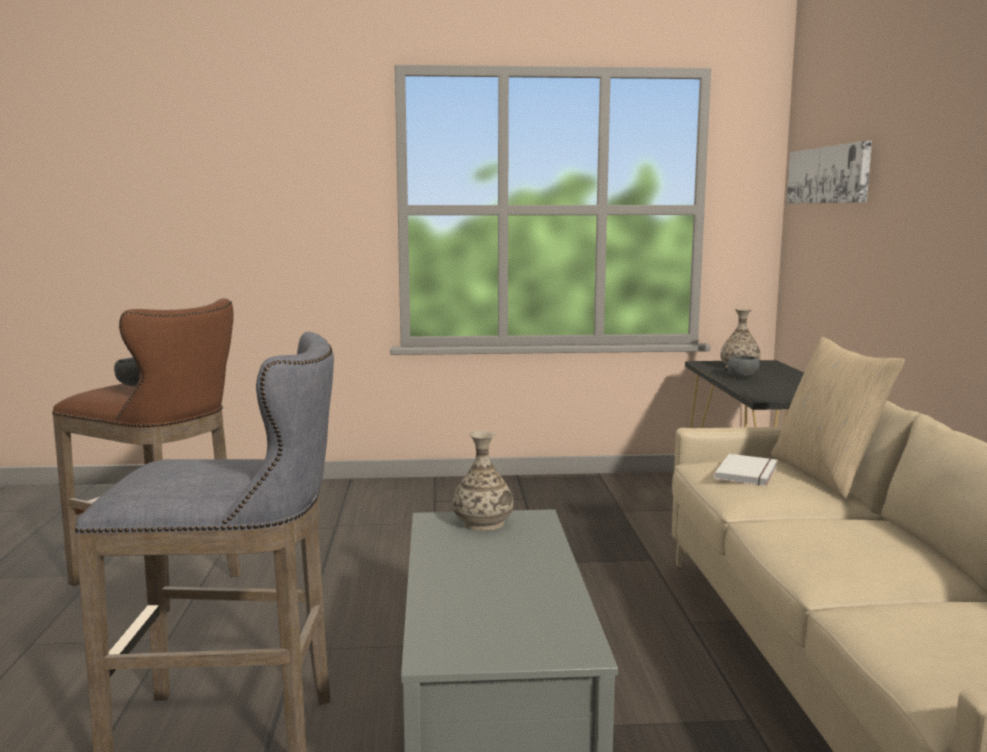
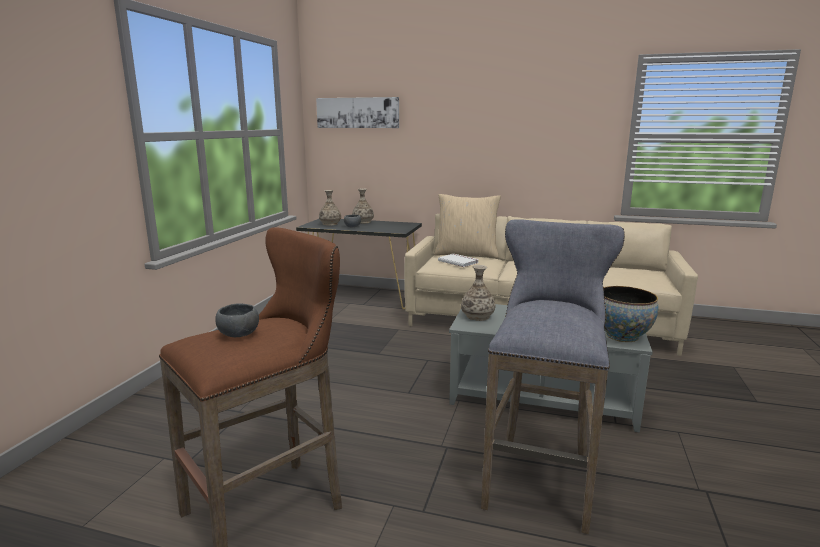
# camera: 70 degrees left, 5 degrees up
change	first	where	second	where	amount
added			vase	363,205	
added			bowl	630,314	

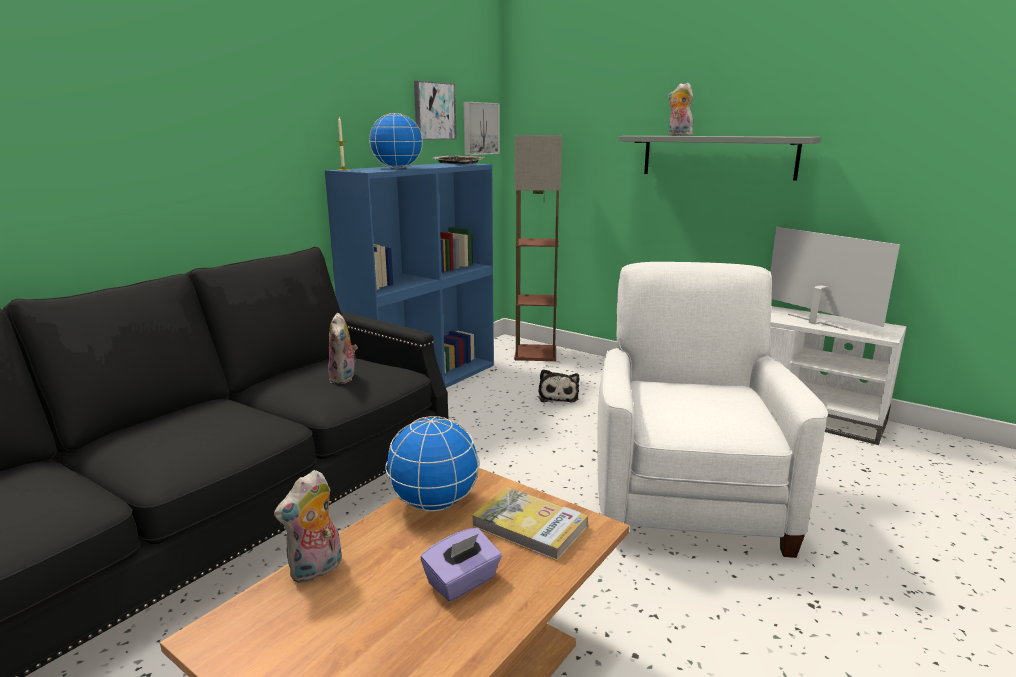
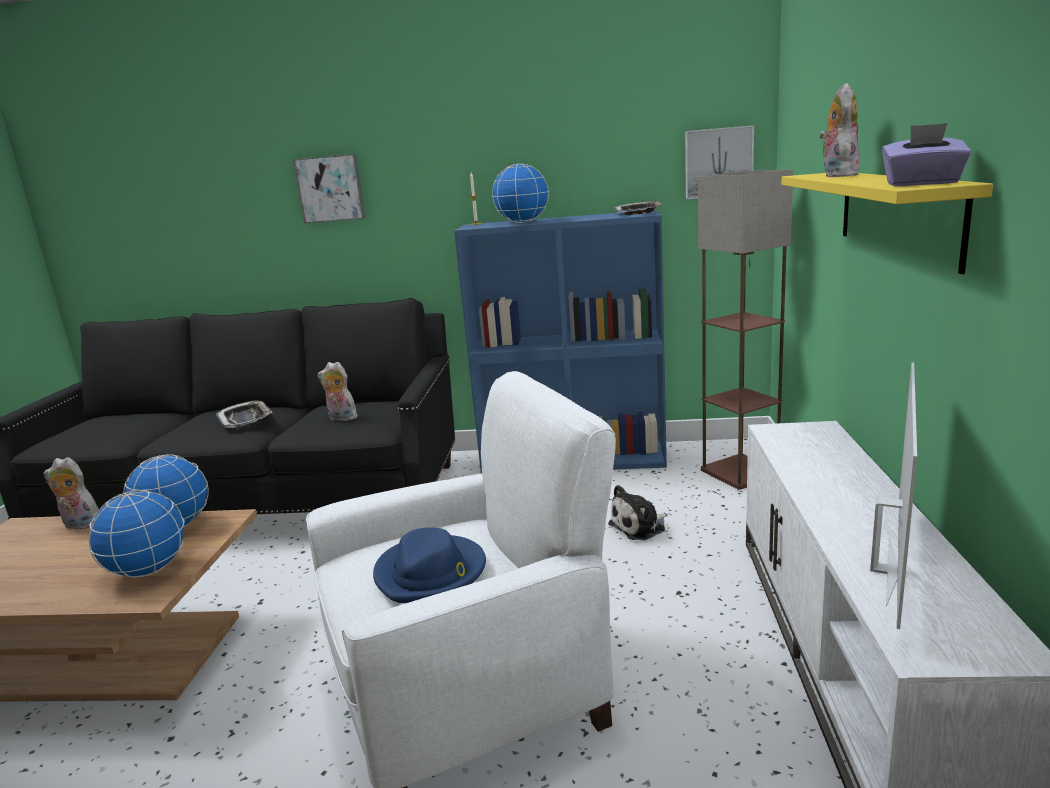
# camera: 60 degrees right, 0 degrees up
change	first	where	second	where	amount
moved	picture	435,110		329,188	
recoloured	grey shelf	719,158	yellow shelf	887,223	
turned	plush toy	343,348		338,391	60 degrees clockwise
replaced	book	530,524	globe	137,534	
moved	purple tissue box	461,565		926,154	
added			tray	244,414	
added			blue hat	429,565	

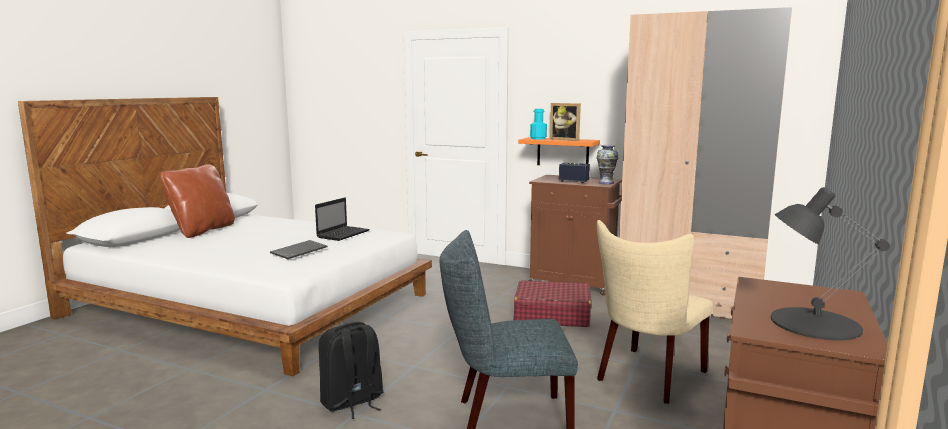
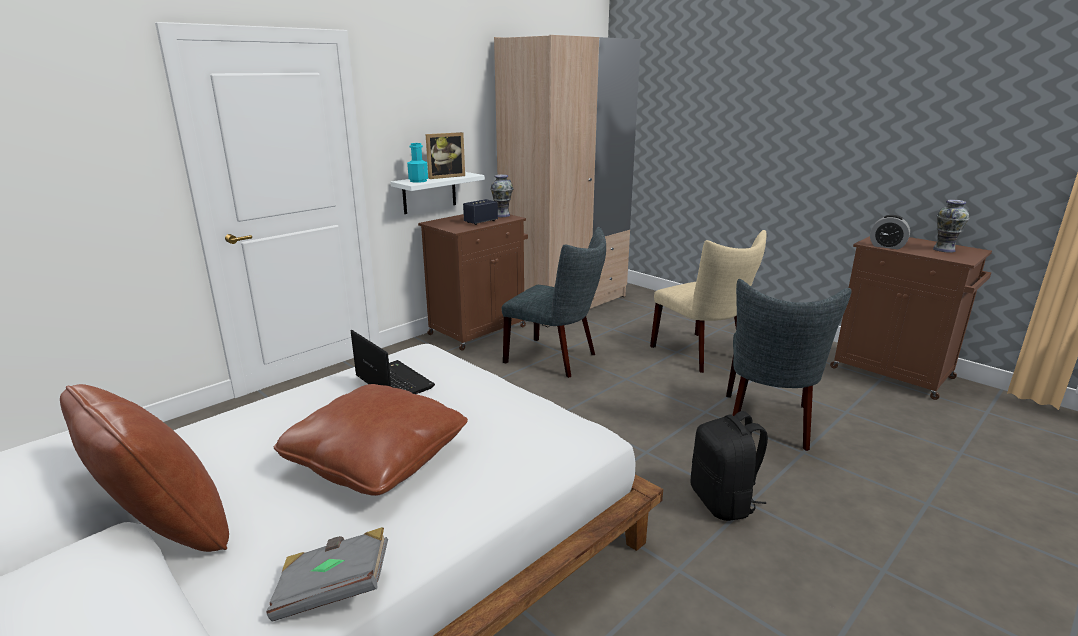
# camera: 70 degrees left, 10 degrees up
change	first	where	second	where	amount
recoloured	orange shelf	559,151	white shelf	437,193	
replaced	black table lamp	830,263	vase	951,226	
removed	keyboard	298,249			
replaced	red suitcase	553,303	grey chair	554,302	
added			alarm clock	890,232	
added			brown pillow	371,440	
added			grey book	327,574	

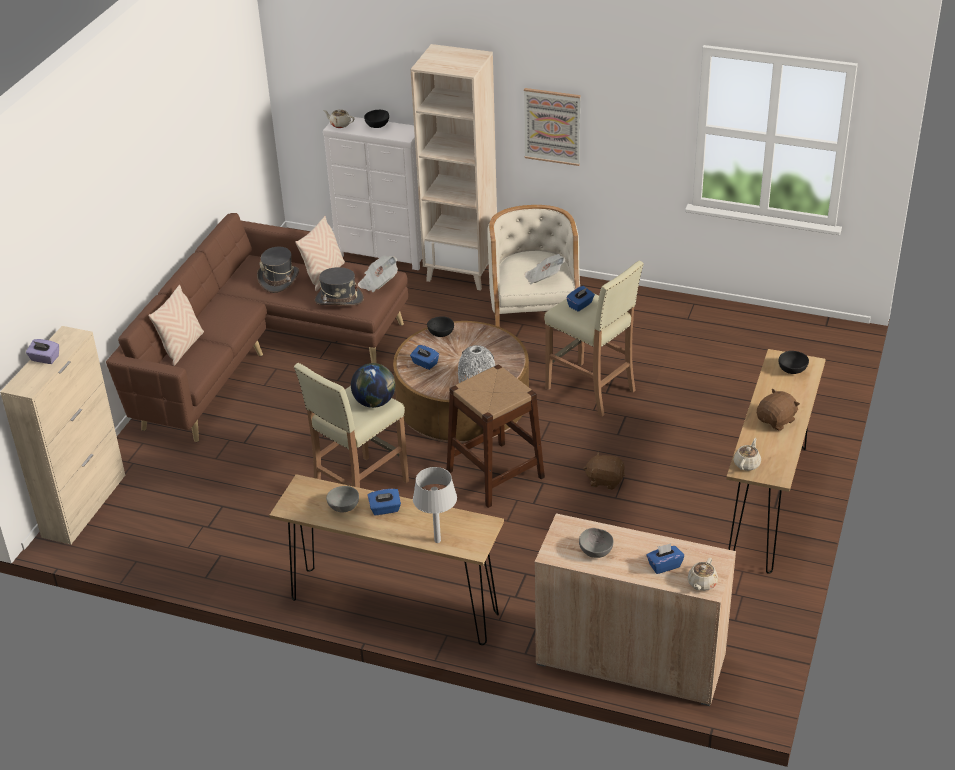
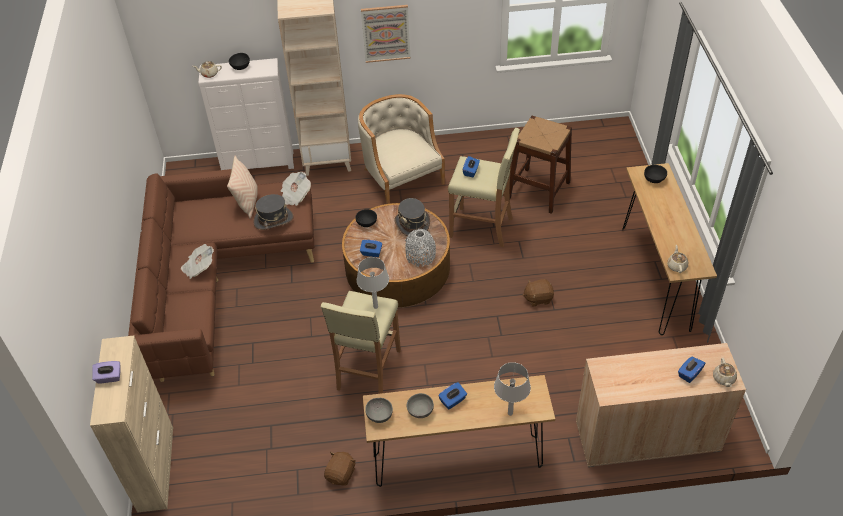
# camera: 25 degrees left, 10 degrees up
change	first	where	second	where	amount
moved	grey hat	278,270		412,217	
moved	newspaper	544,269		197,261	
removed	beige pillow	176,325			
replaced	globe	373,385	grey table lamp	373,283	
moved	brown stool	496,436		541,165	
moved	brown plush toy	778,409		340,469	
moved	grey bowl	596,543		379,410	

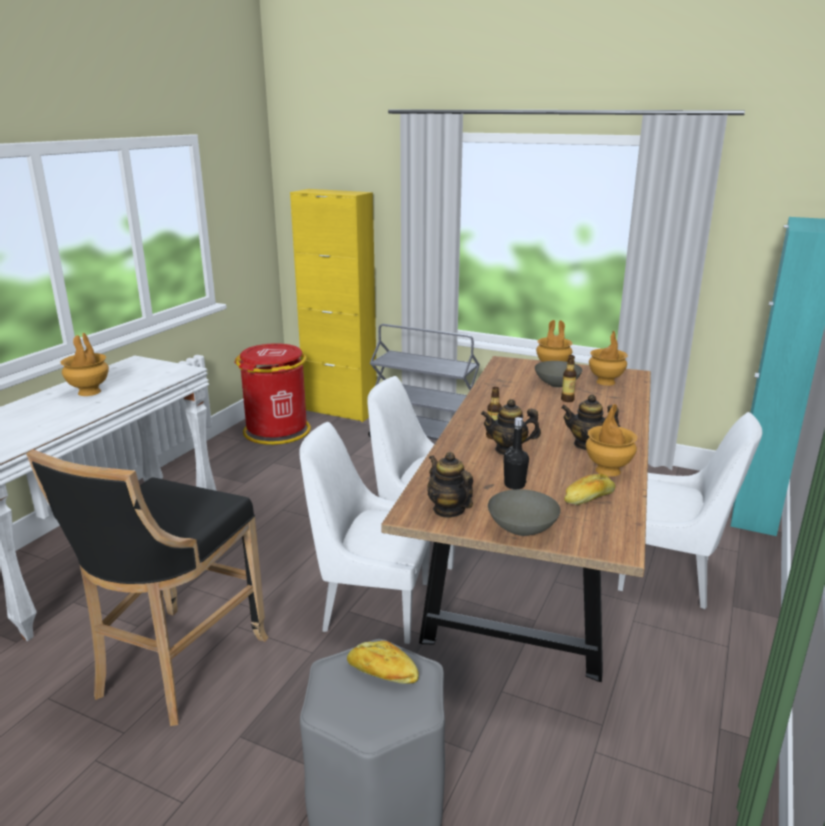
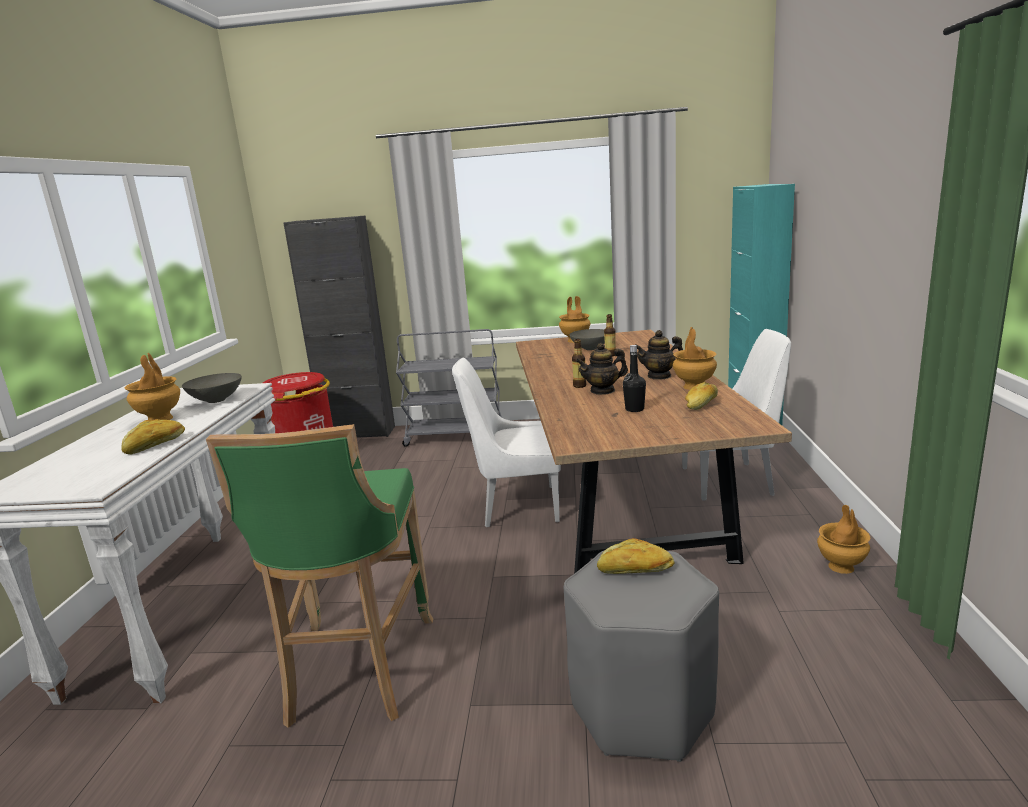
# camera: 20 degrees left, 5 degrees down
change	first	where	second	where	amount
recoloured	yellow cabinet	333,305	black cabinet	339,327	
moved	brown vase	608,358		843,539	
removed	white chair	364,533			
recoloured	black stool	147,587	green stool	319,576	
removed	teapot	450,485			
moved	grey bowl	524,512		212,388	
added			bread	153,436	

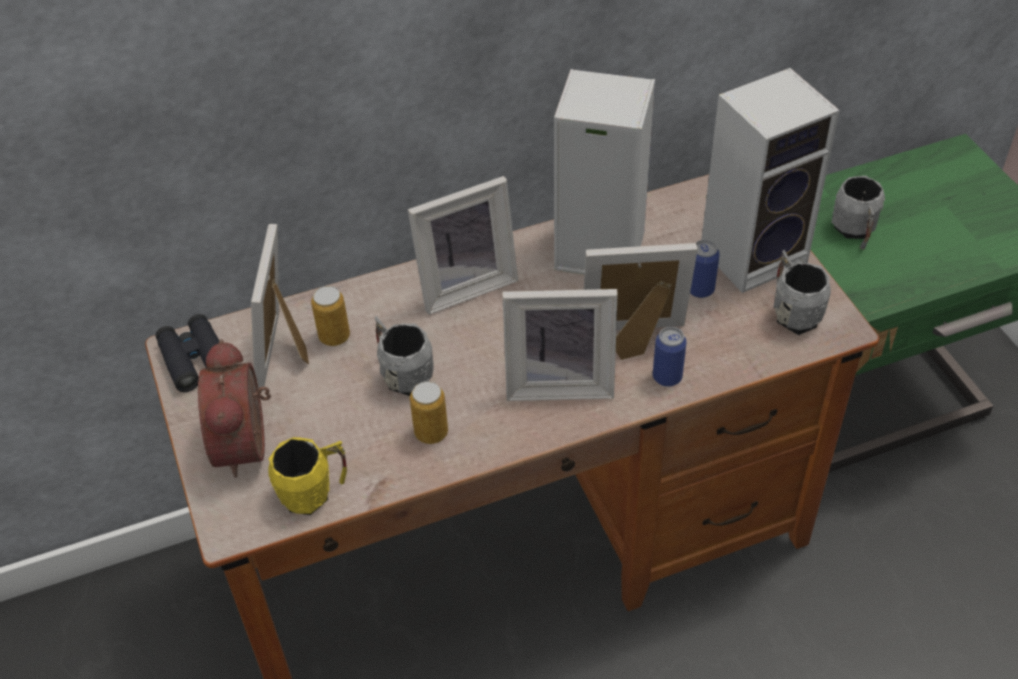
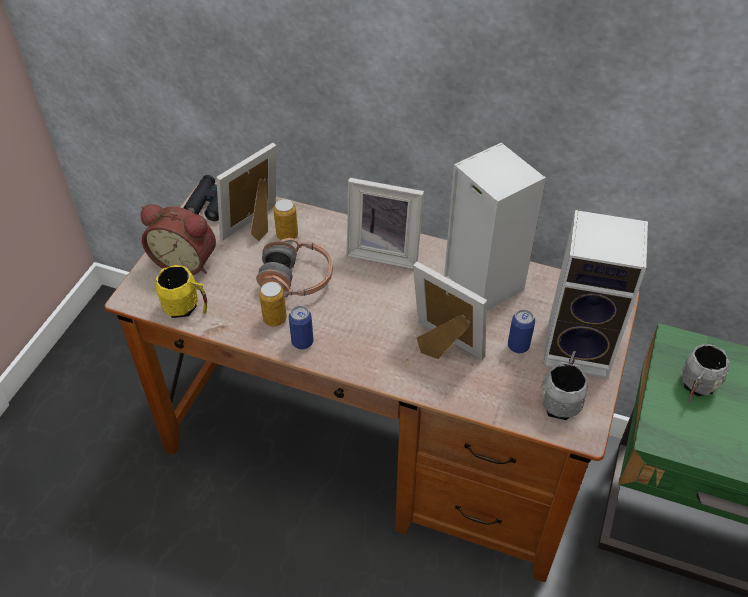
# camera: 40 degrees right, 0 degrees up
change	first	where	second	where	amount
removed	picture frame	560,345			
replaced	grey mug	404,356	headphones	294,268	
moved	can	670,357		301,327	
turned	alarm clock	234,408		178,239	105 degrees counterclockwise

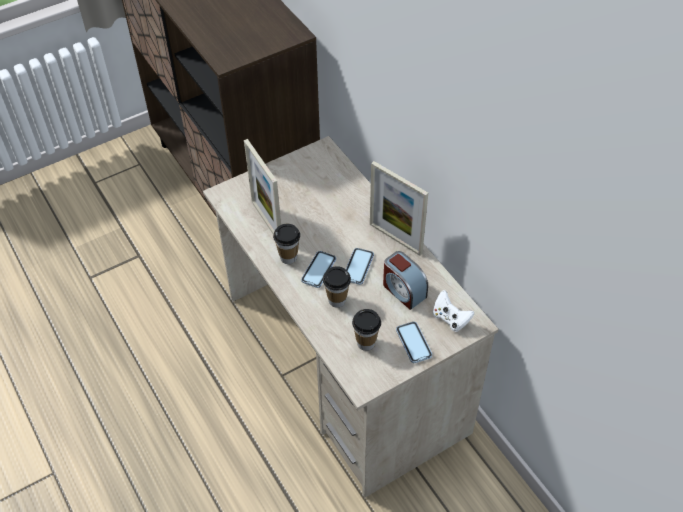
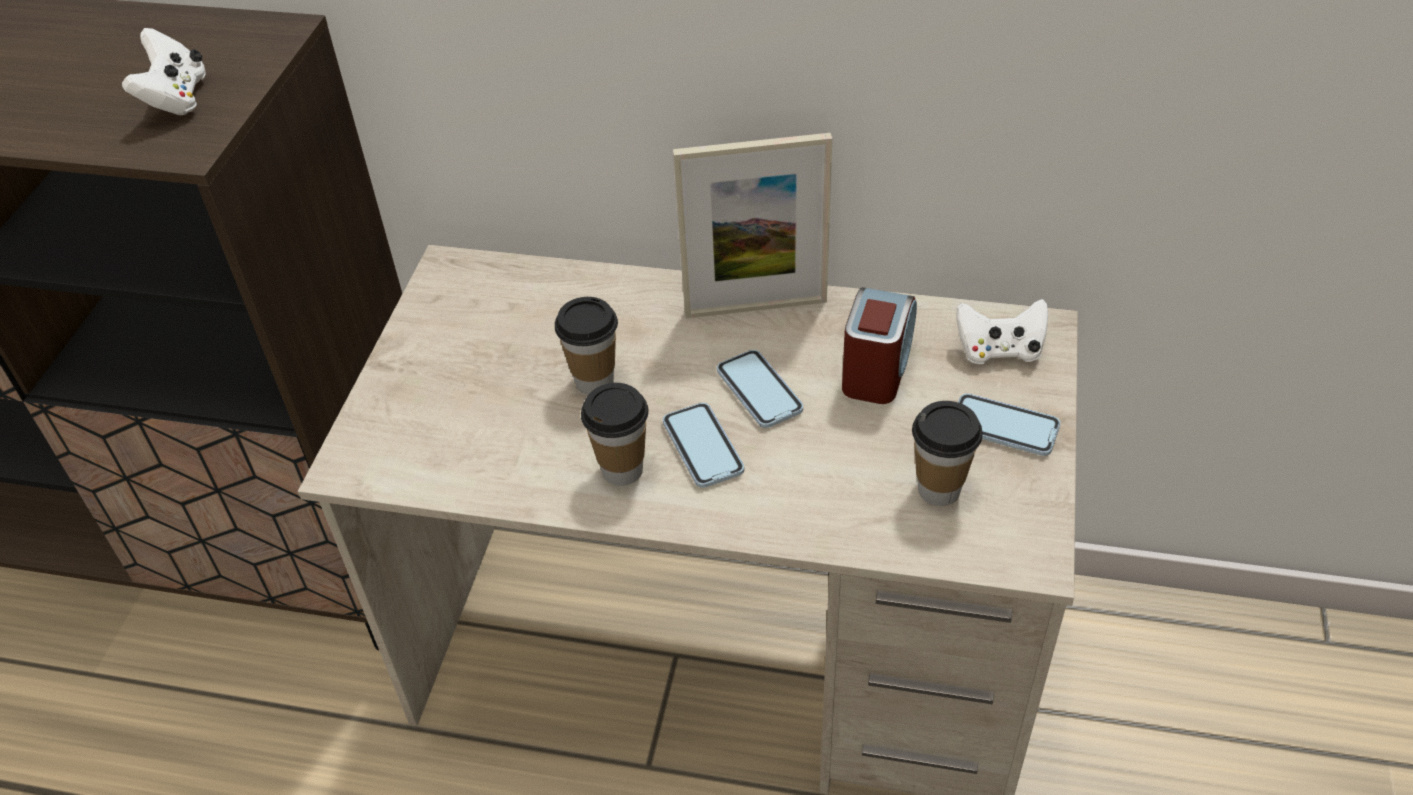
# camera: 45 degrees left, 5 degrees down
change	first	where	second	where	amount
removed	picture frame	262,186			
turned	alarm clock	405,280		879,345	75 degrees counterclockwise
moved	cup	337,287		586,346	
added			white game controller	164,71	

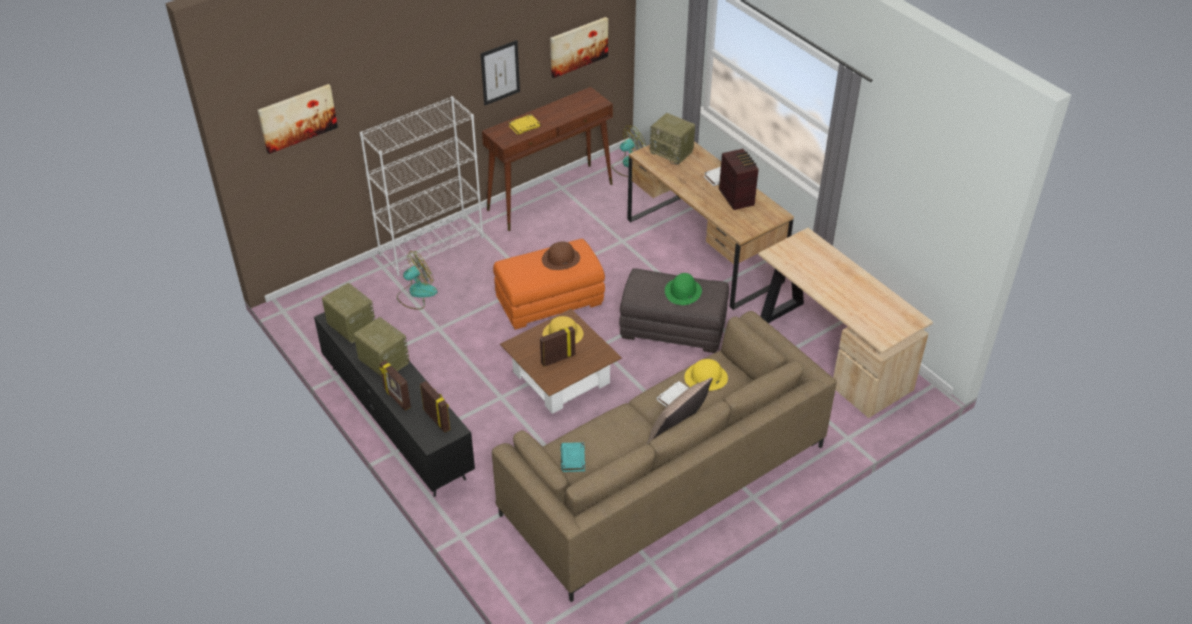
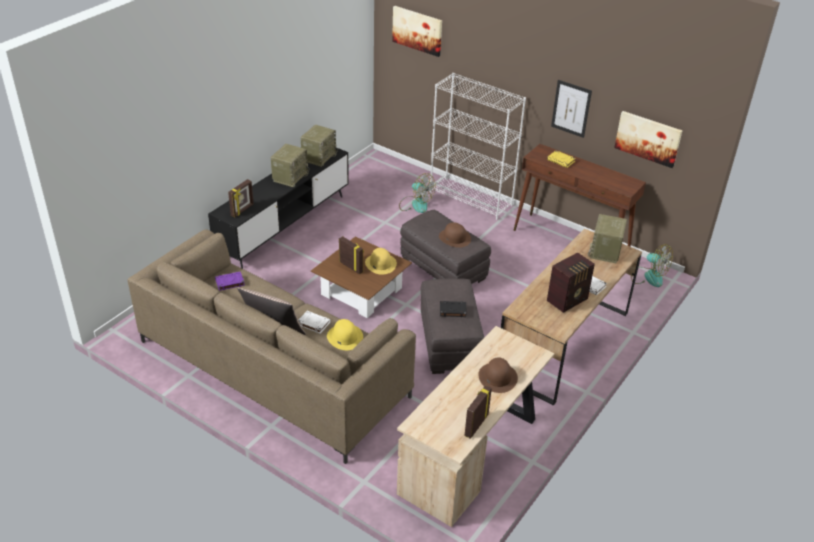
# camera: 70 degrees right, 5 degrees down
change	first	where	second	where	amount
recoloured	orange ottoman	549,284	grey ottoman	445,247	
replaced	green hat	683,289	black book	453,309	
moved	picture frame	395,385		478,412	
recoloured	turquoise book	573,457	purple book	230,281	
added			brown hat	498,375	

